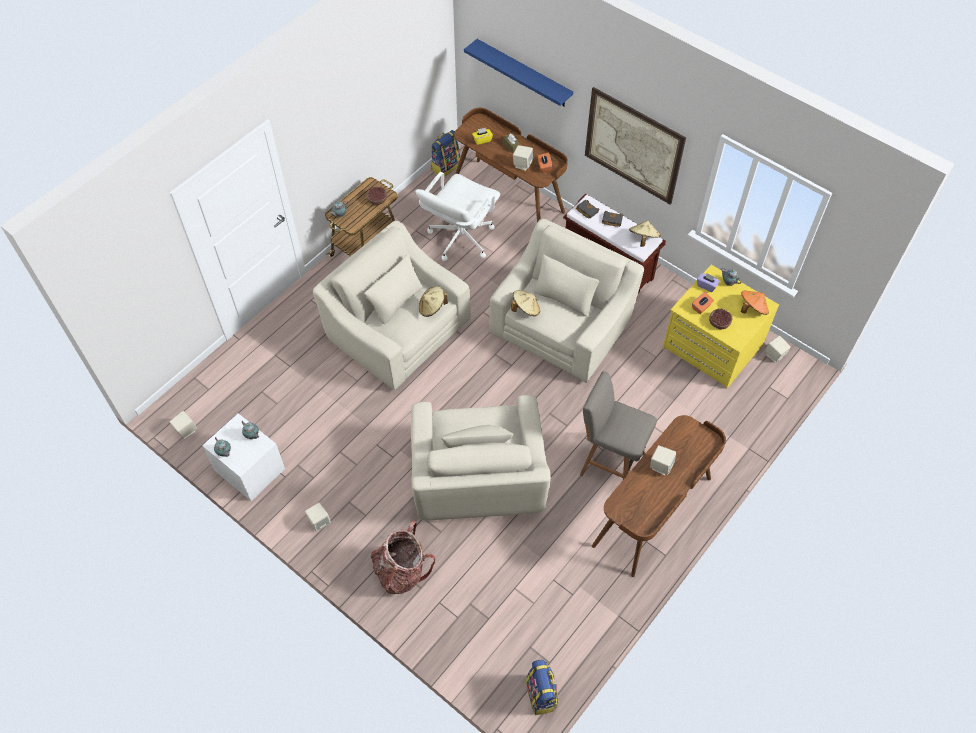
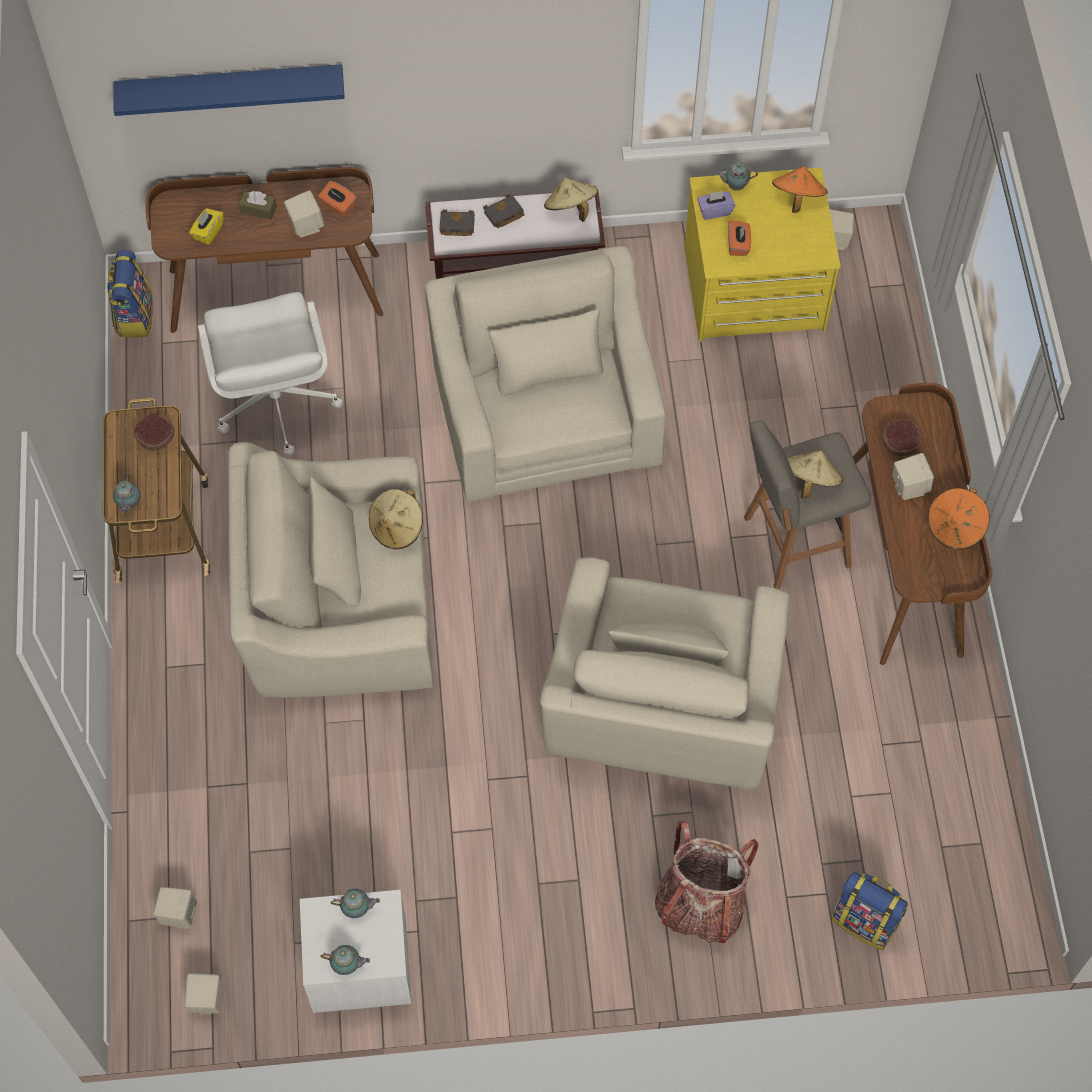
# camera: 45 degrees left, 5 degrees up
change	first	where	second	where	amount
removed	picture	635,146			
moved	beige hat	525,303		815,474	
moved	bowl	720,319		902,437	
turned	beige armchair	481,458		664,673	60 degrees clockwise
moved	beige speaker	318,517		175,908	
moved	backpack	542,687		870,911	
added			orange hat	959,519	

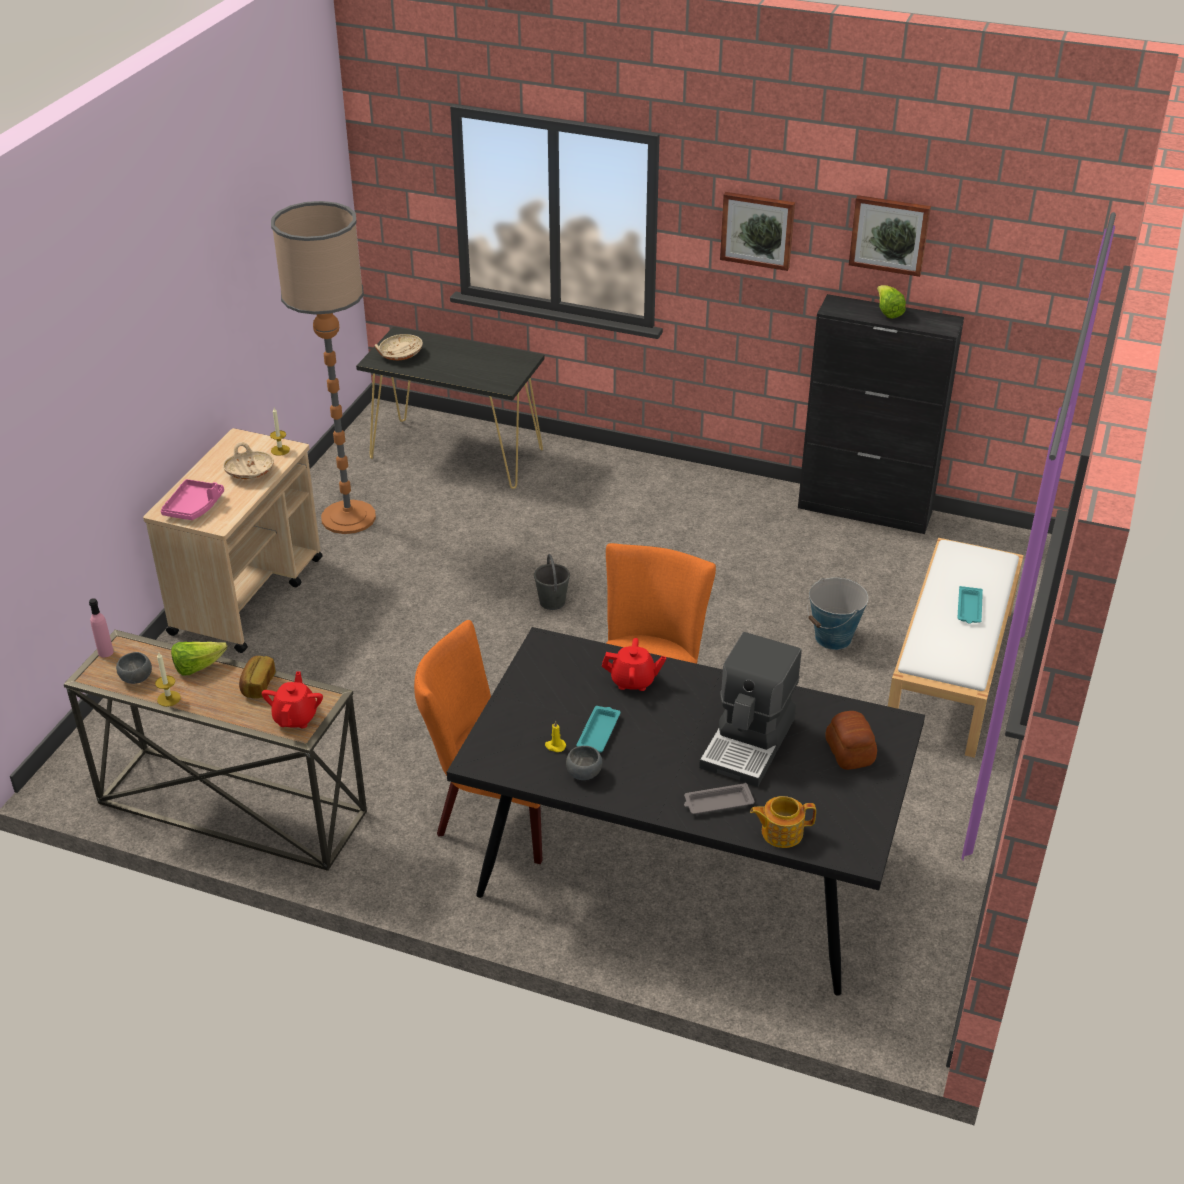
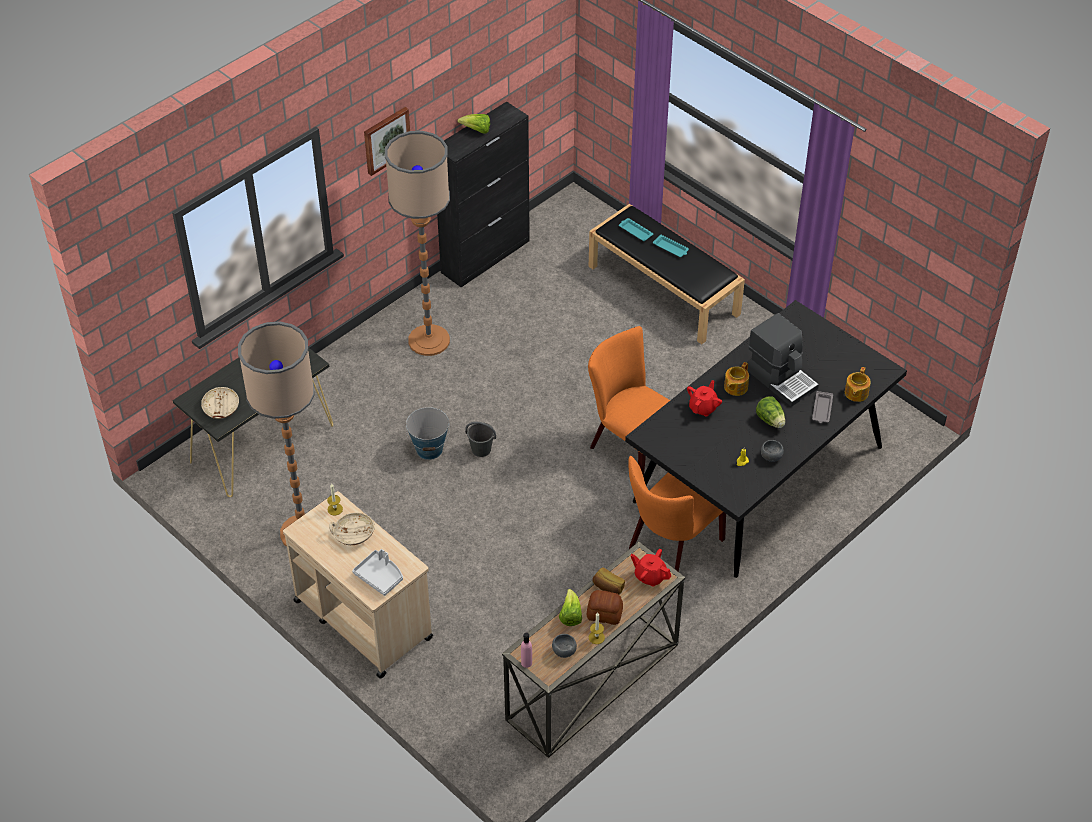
# camera: 65 degrees left, 10 degrees up
change	first	where	second	where	amount
removed	picture	890,236			
recoloured	pink tray	192,499	grey tray	377,572	
recoloured	white bench	956,648	black bench	667,274	
moved	bucket	837,614		428,433	
moved	turquoise tray	598,729		636,229	
moved	bread	851,740		605,607	
added			floor lamp	417,243	
added			teapot	736,379	
added			lettuce	770,412	

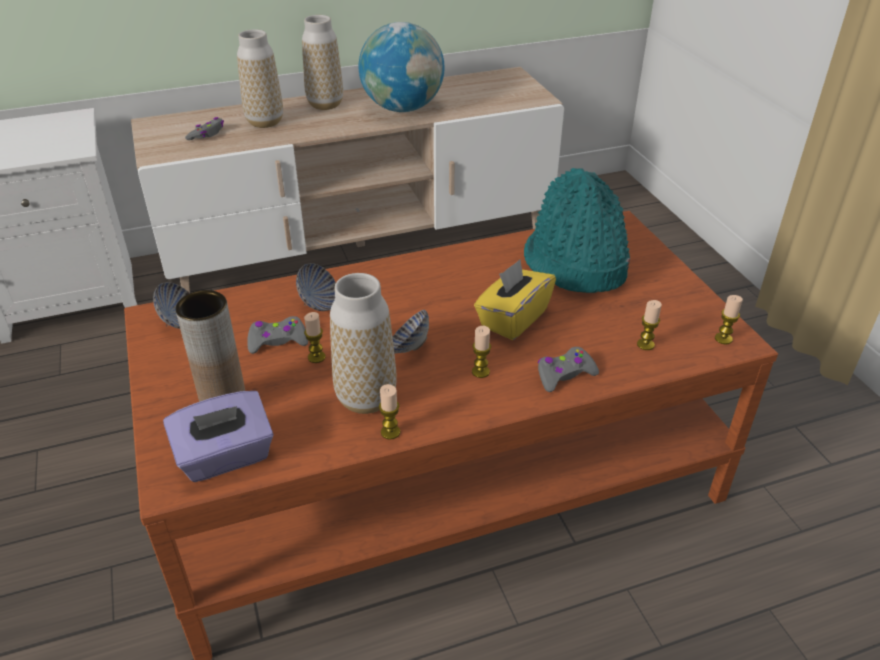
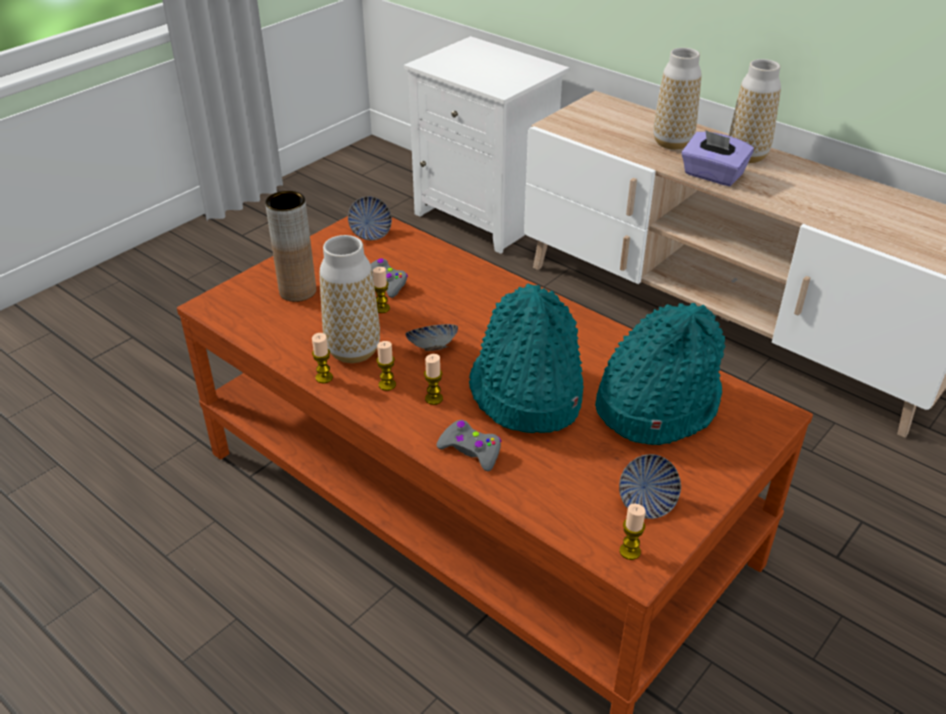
# camera: 60 degrees right, 0 degrees up
change	first	where	second	where	amount
removed	globe	402,67			
removed	grey game controller	204,128			
replaced	yellow tissue box	515,299	turquoise hat	526,358	
moved	bowl	316,287		650,486	
moved	candle	649,325		386,366	
moved	purple tissue box	218,436		717,158	

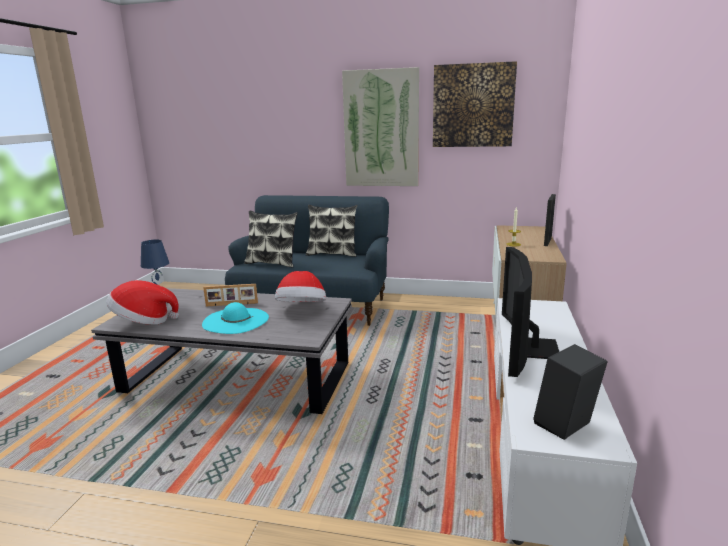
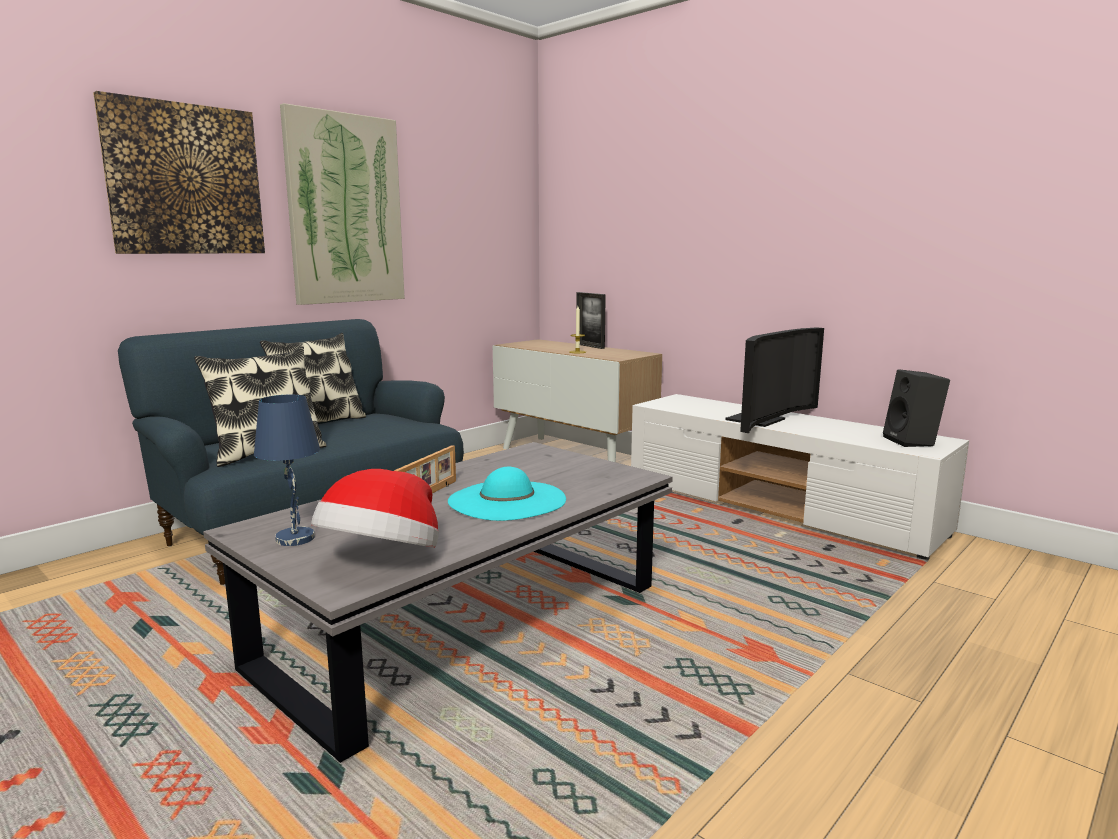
# camera: 60 degrees left, 5 degrees down
change	first	where	second	where	amount
moved	picture	475,104		179,172	
turned	television	530,312		774,380	90 degrees counterclockwise
removed	hat	300,286			

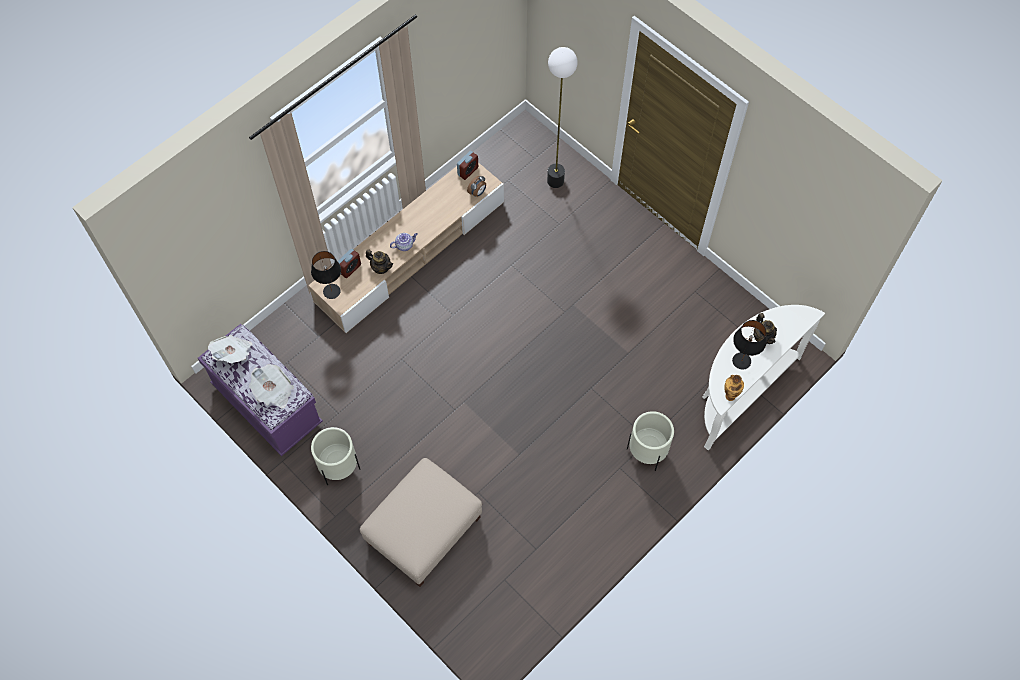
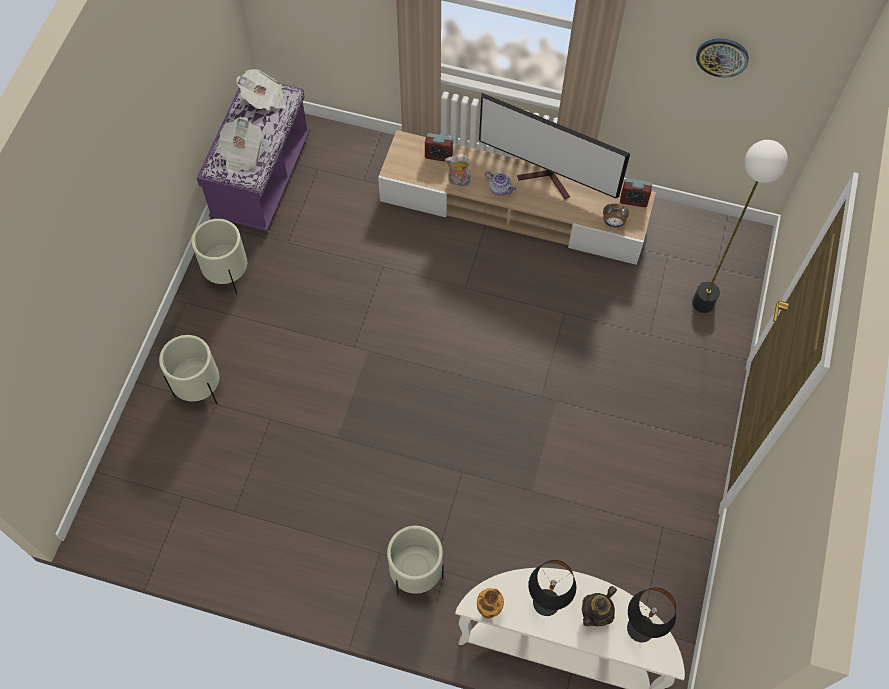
# camera: 60 degrees right, 0 degrees up
change	first	where	second	where	amount
replaced	teapot	379,261	plush toy	458,170	
moved	black table lamp	326,275		651,614	
replaced	beige ottoman	421,522	beige planter	189,369	
added			wall clock	722,58	
added			television	554,146	

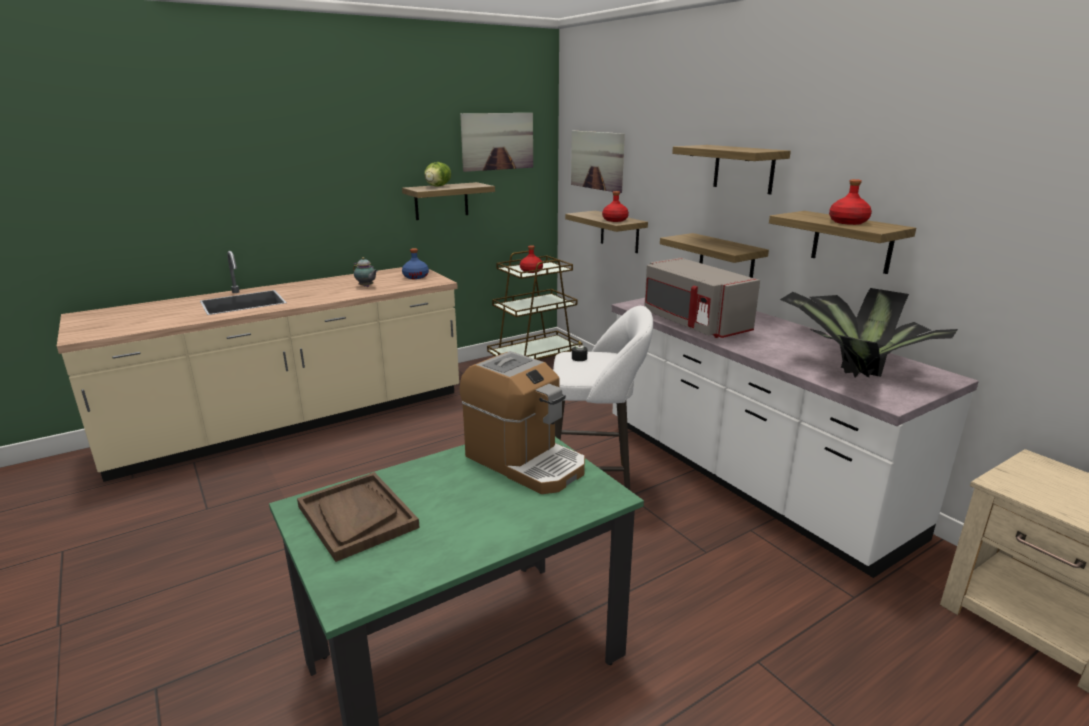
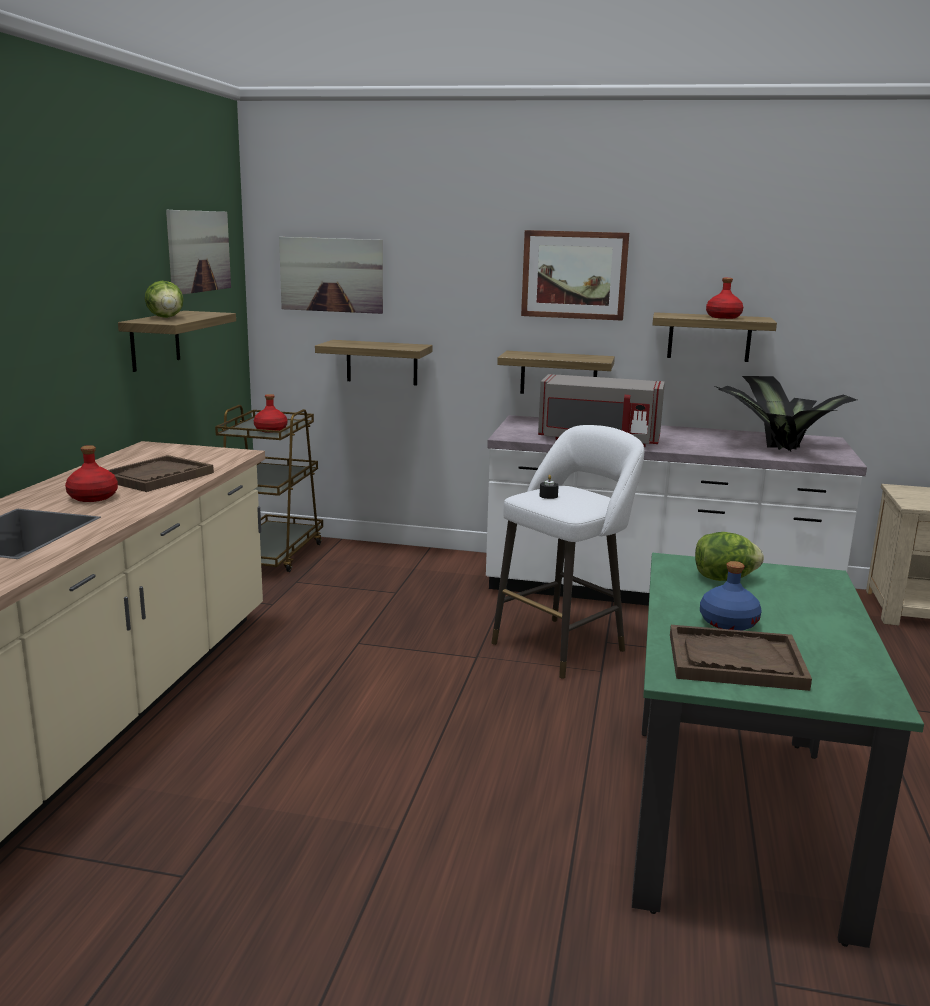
# camera: 45 degrees left, 5 degrees down
change	first	where	second	where	amount
replaced	shelf	731,169	picture	575,275	
moved	red bottle	615,206		91,473	
moved	blue bottle	415,263		731,596	
replaced	teapot	365,272	brown tray	161,473	
replaced	coffee machine	522,422	lettuce	729,556	

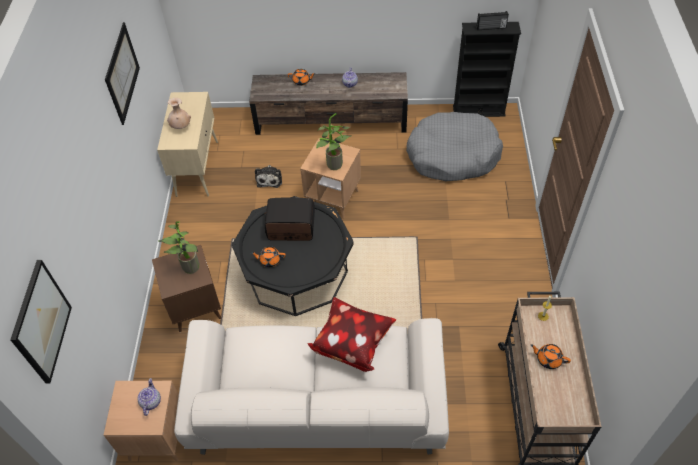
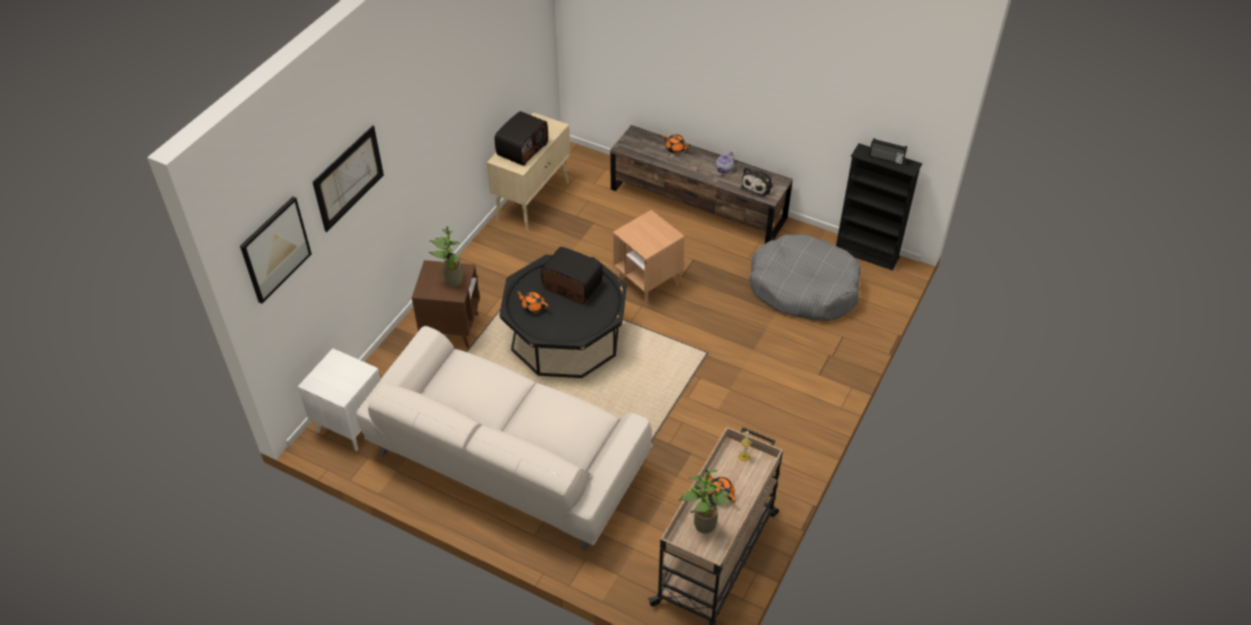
# camera: 25 degrees right, 5 degrees down
change	first	where	second	where	amount
moved	picture	122,73		348,178	
replaced	beige vase	179,113	radio	521,138	
moved	potted plant	334,141		705,502	
moved	plush toy	268,176		757,182	
removed	pillow	351,334			
removed	teapot	149,397			
recoloured	brown side table	141,421	white side table	339,399	

